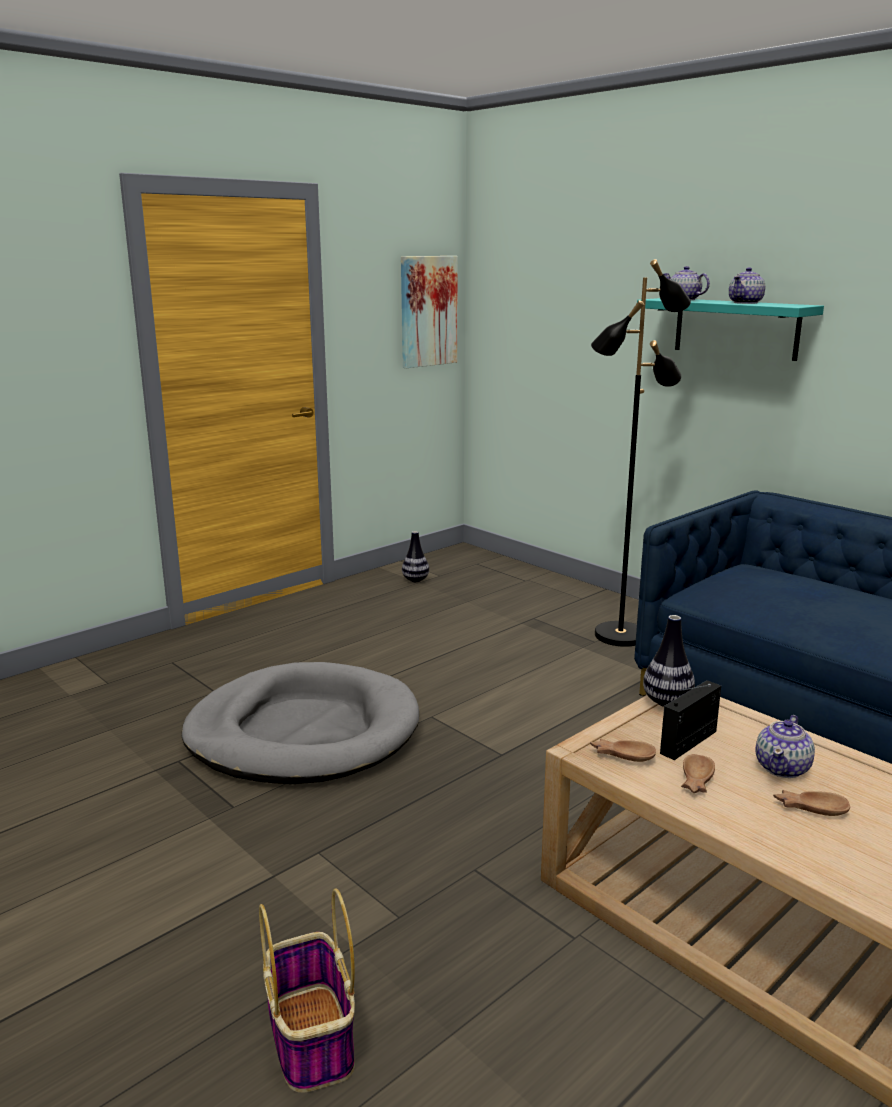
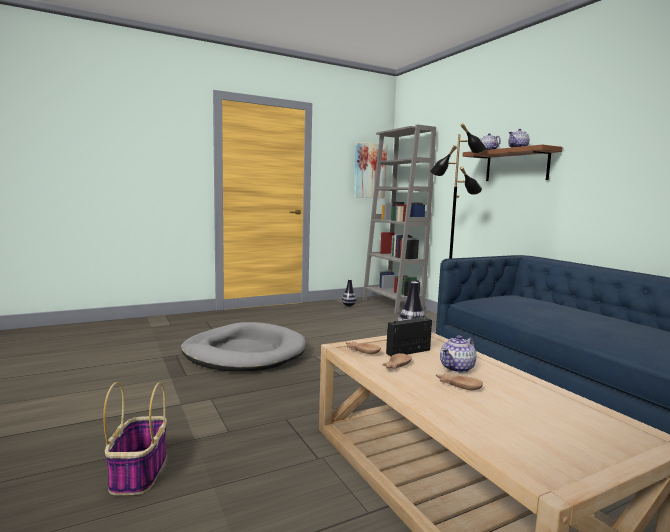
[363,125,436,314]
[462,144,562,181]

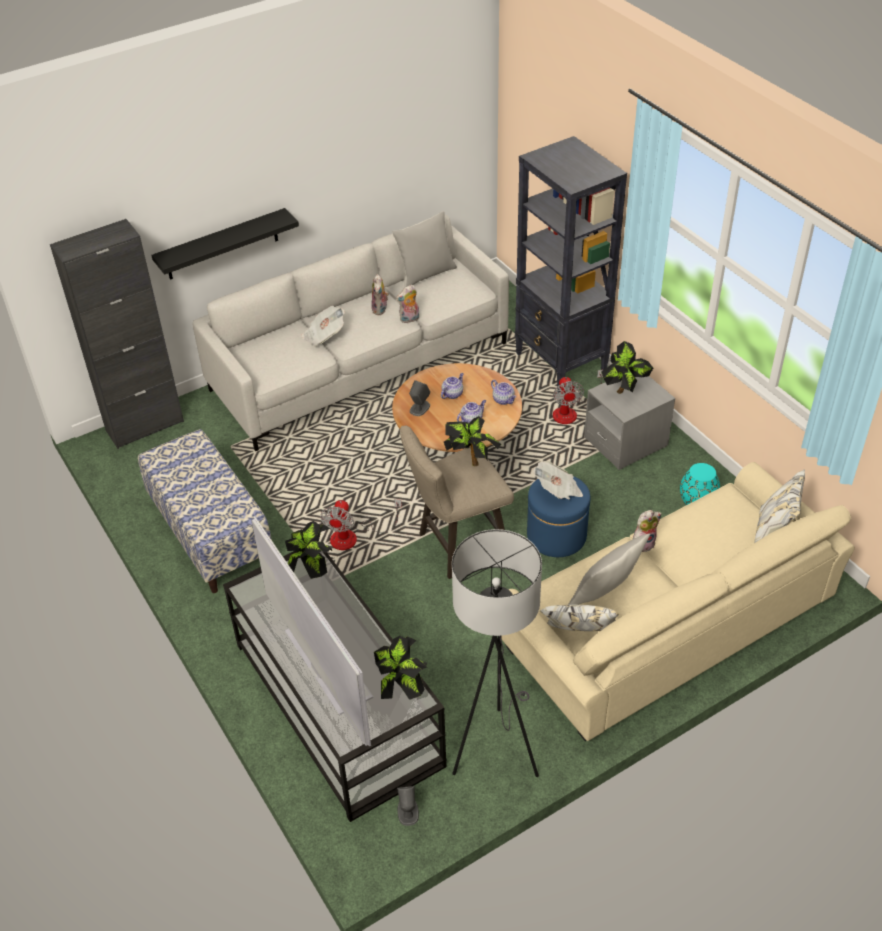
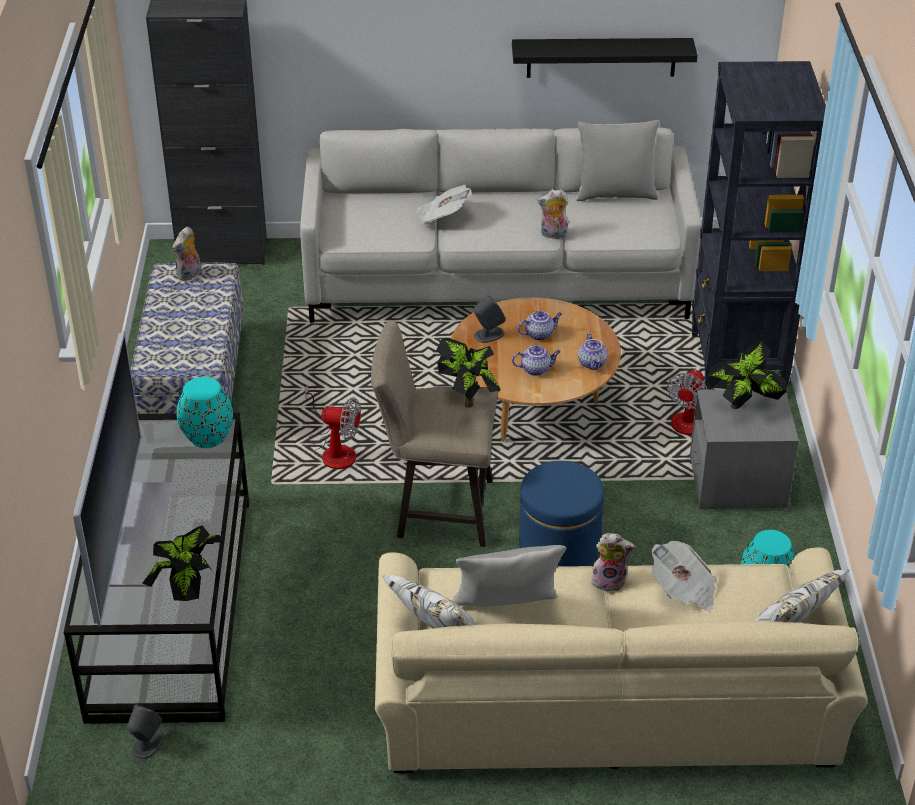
[172,227,201,281]
[176,377,233,448]
[305,384,361,469]
[512,38,698,78]
[652,541,717,611]
[452,529,542,777] (first image)

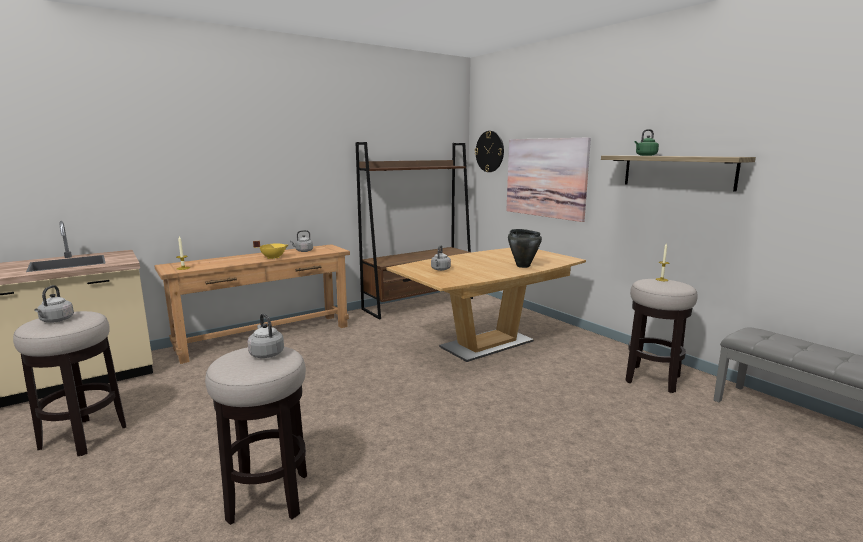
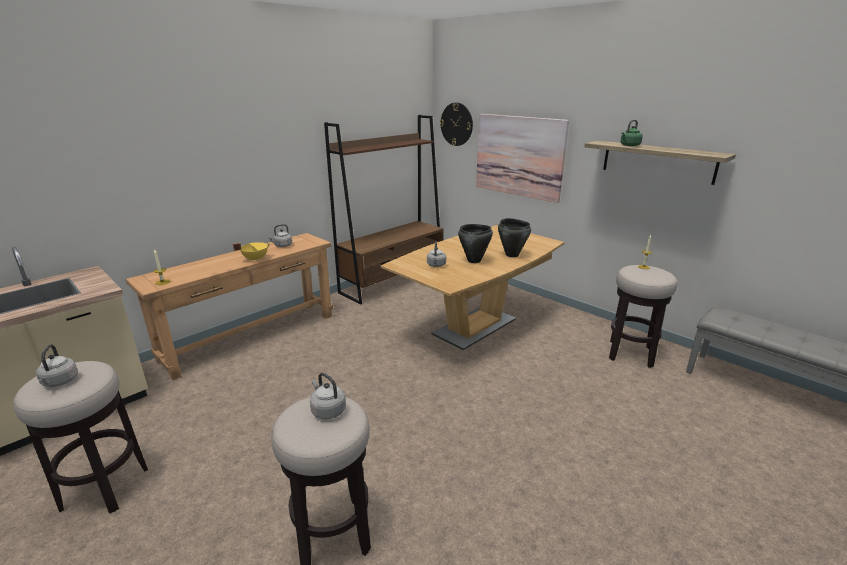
[458,224,493,263]

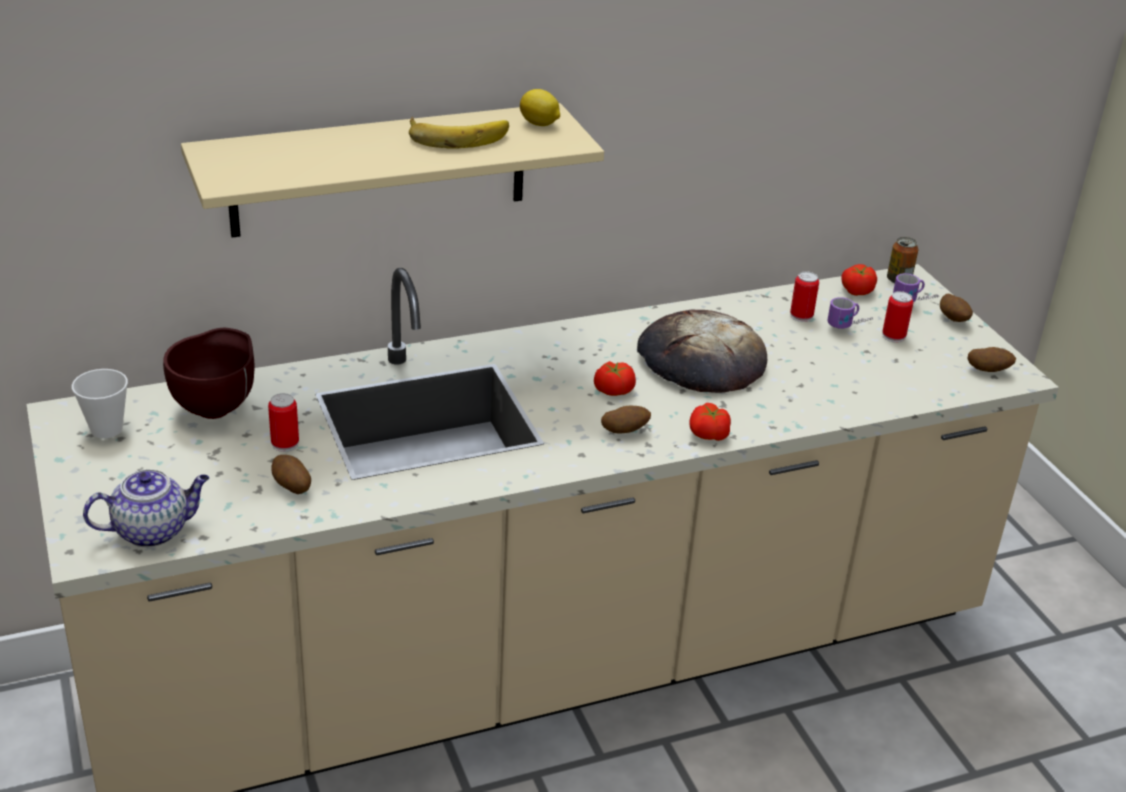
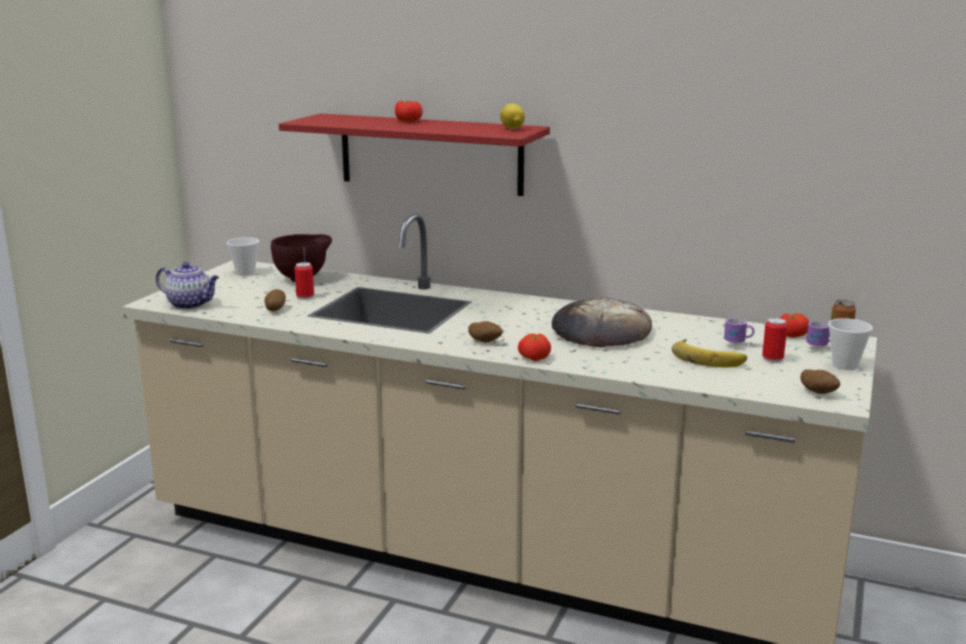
[279,114,550,196]
[395,101,423,122]
[672,339,747,367]
[828,318,873,370]
[790,271,819,322] (first image)

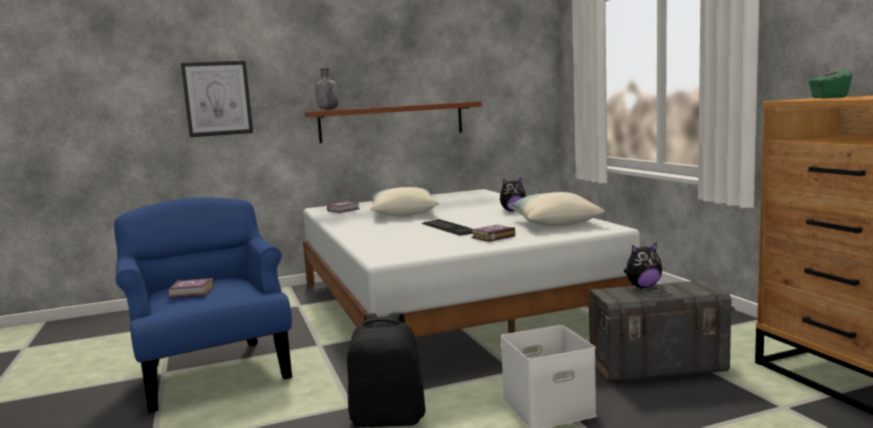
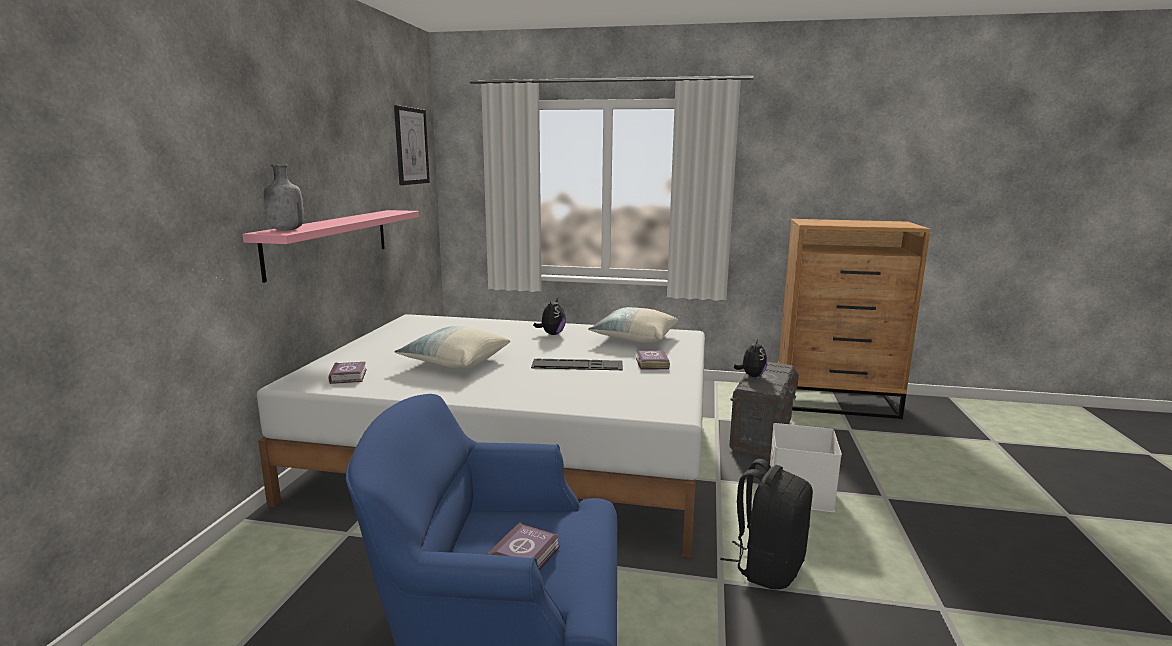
[243,210,419,283]
[394,105,430,185]
[808,64,852,98] (first image)

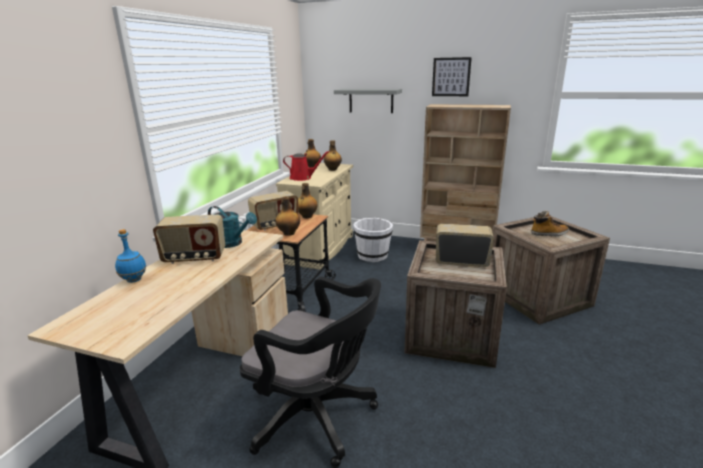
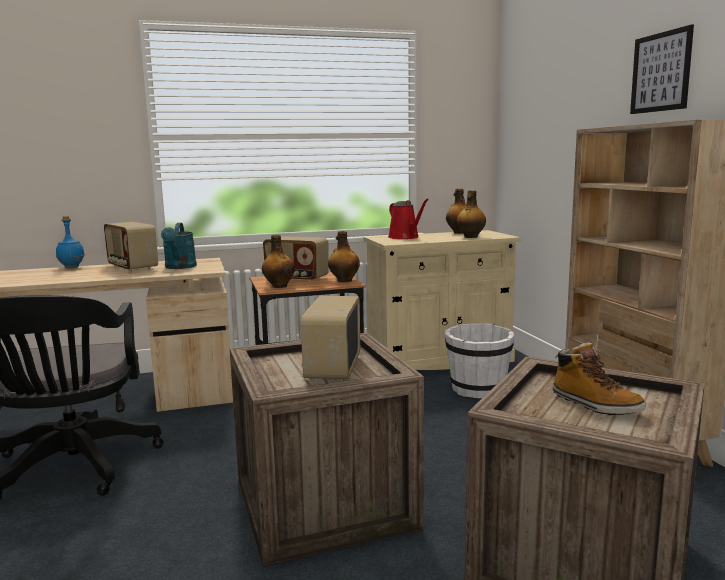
[301,296,360,381]
[334,89,402,113] (first image)

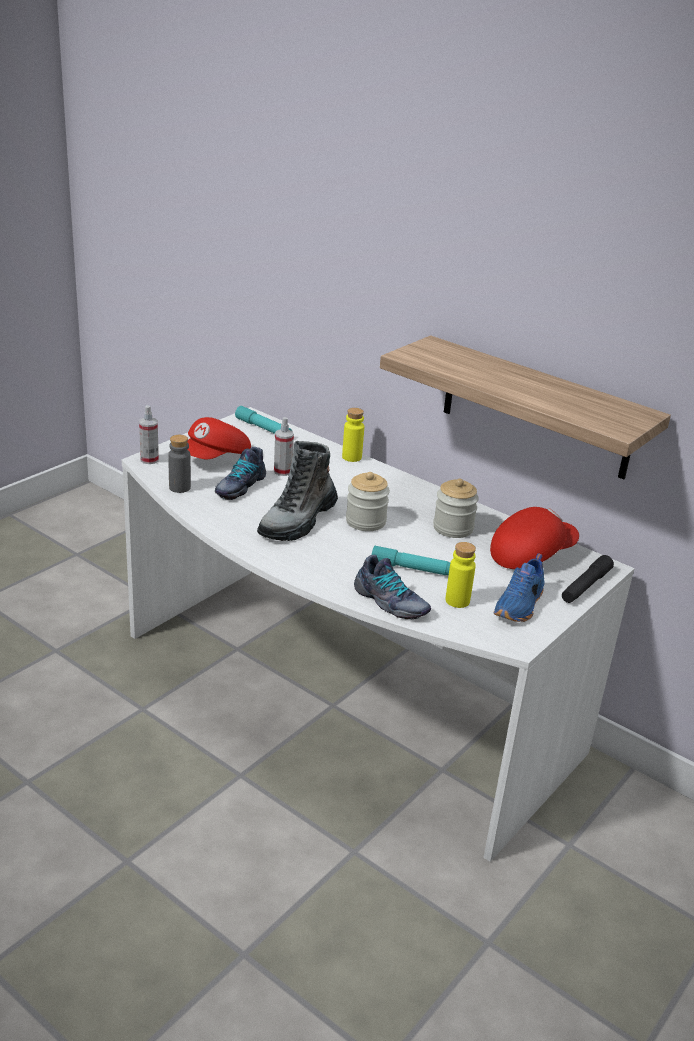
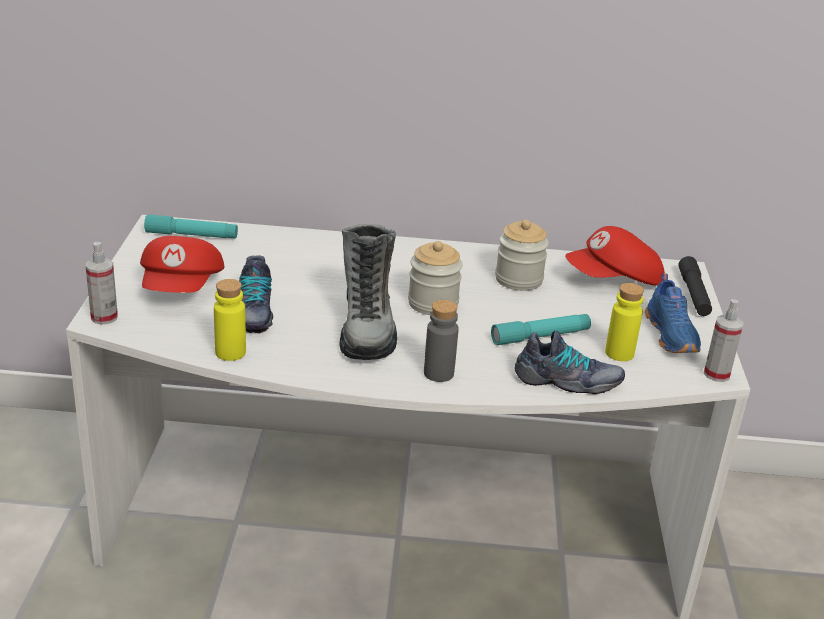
[214,279,246,361]
[424,300,458,382]
[565,226,665,285]
[704,299,744,382]
[380,335,671,479] (first image)

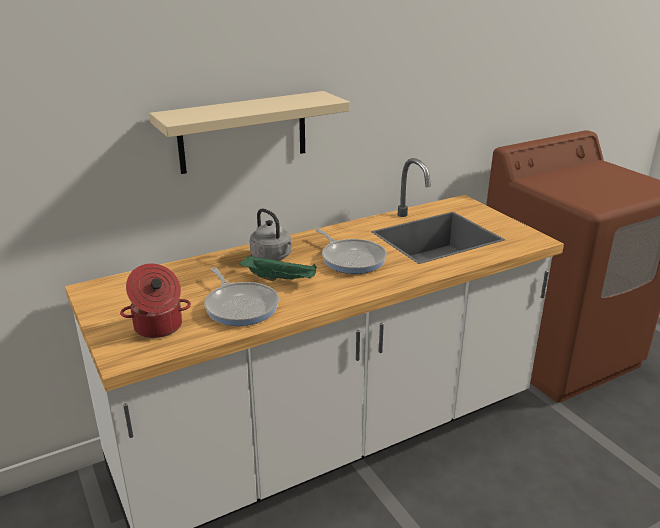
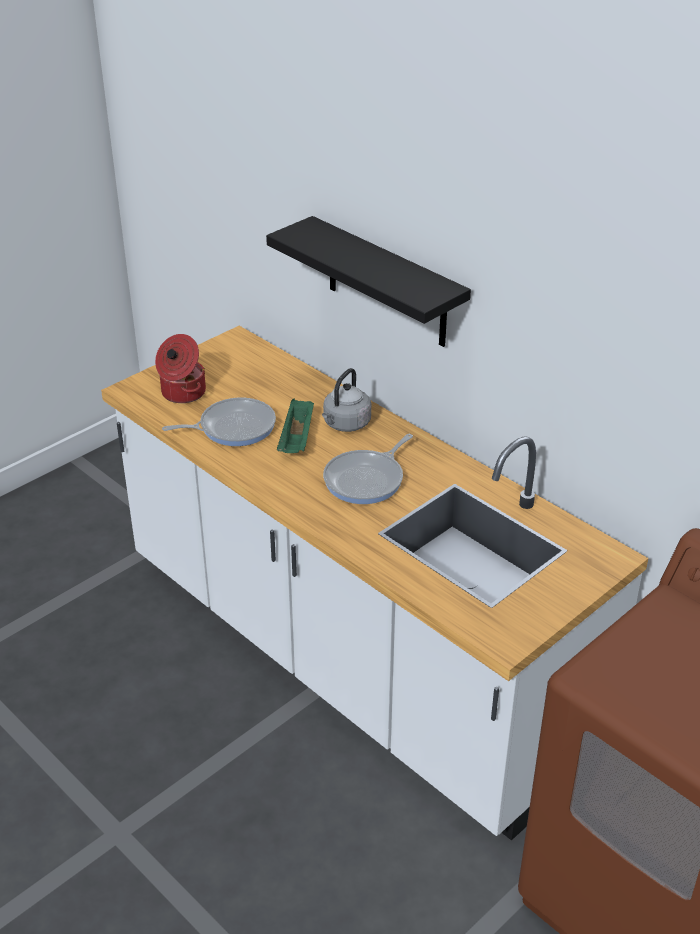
[162,398,276,446]
[266,216,471,347]

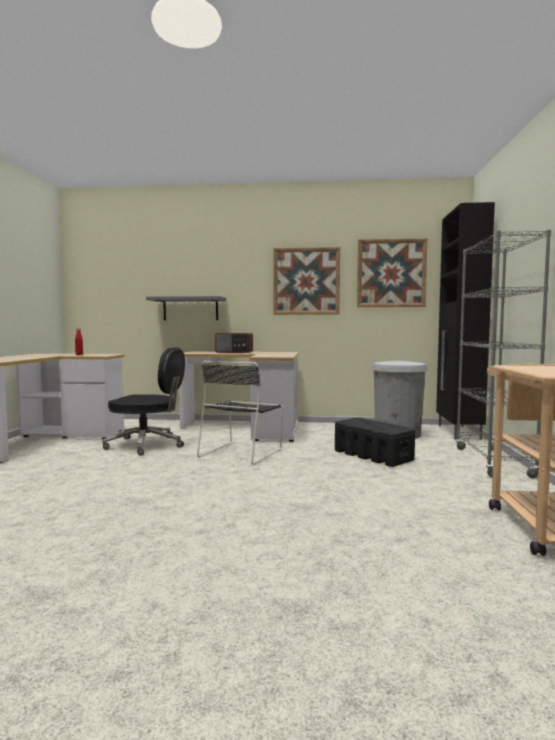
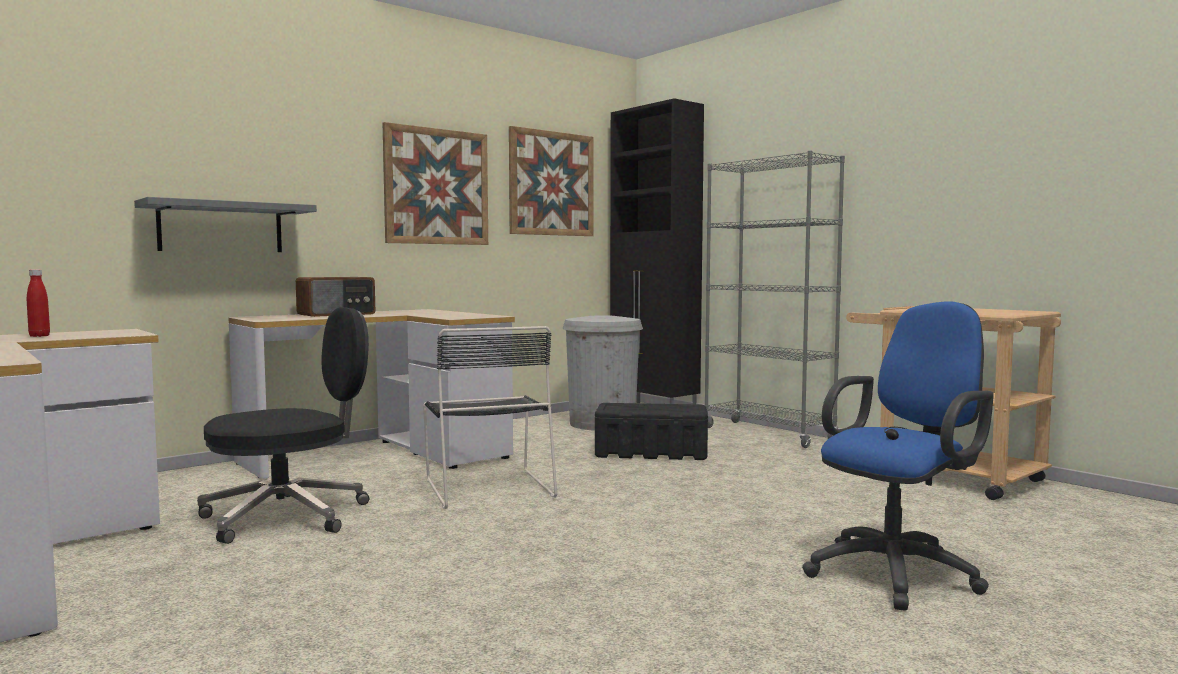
[802,302,994,611]

